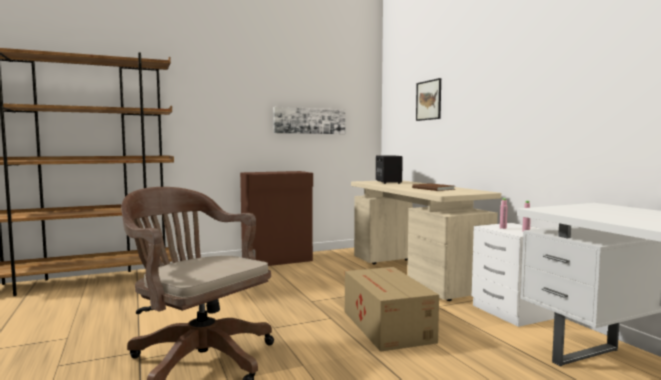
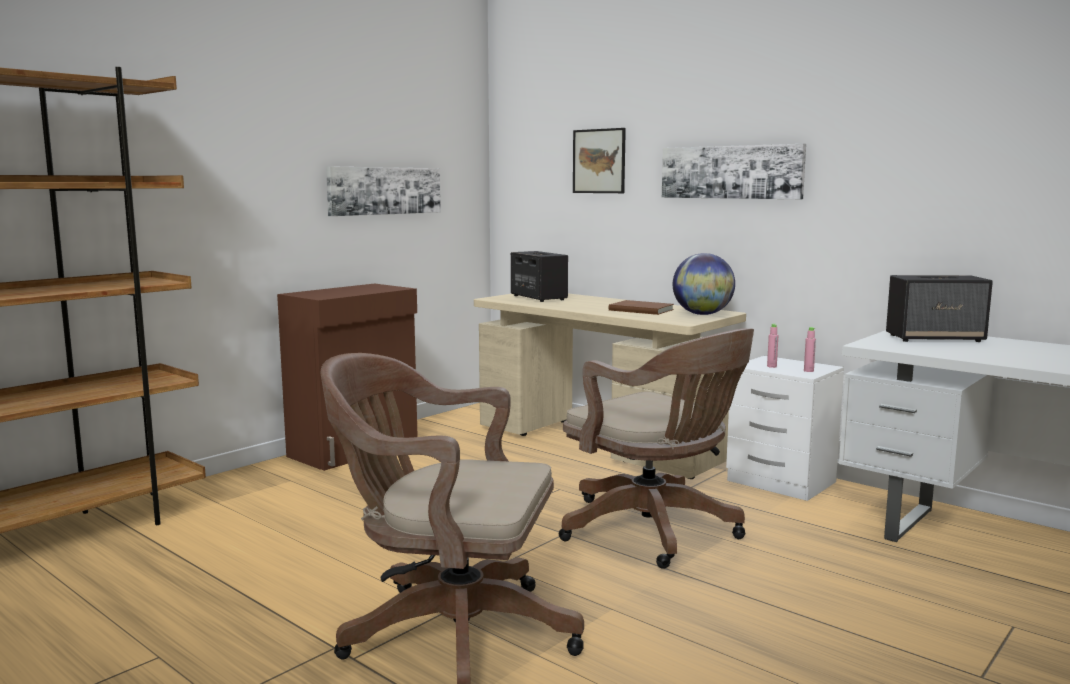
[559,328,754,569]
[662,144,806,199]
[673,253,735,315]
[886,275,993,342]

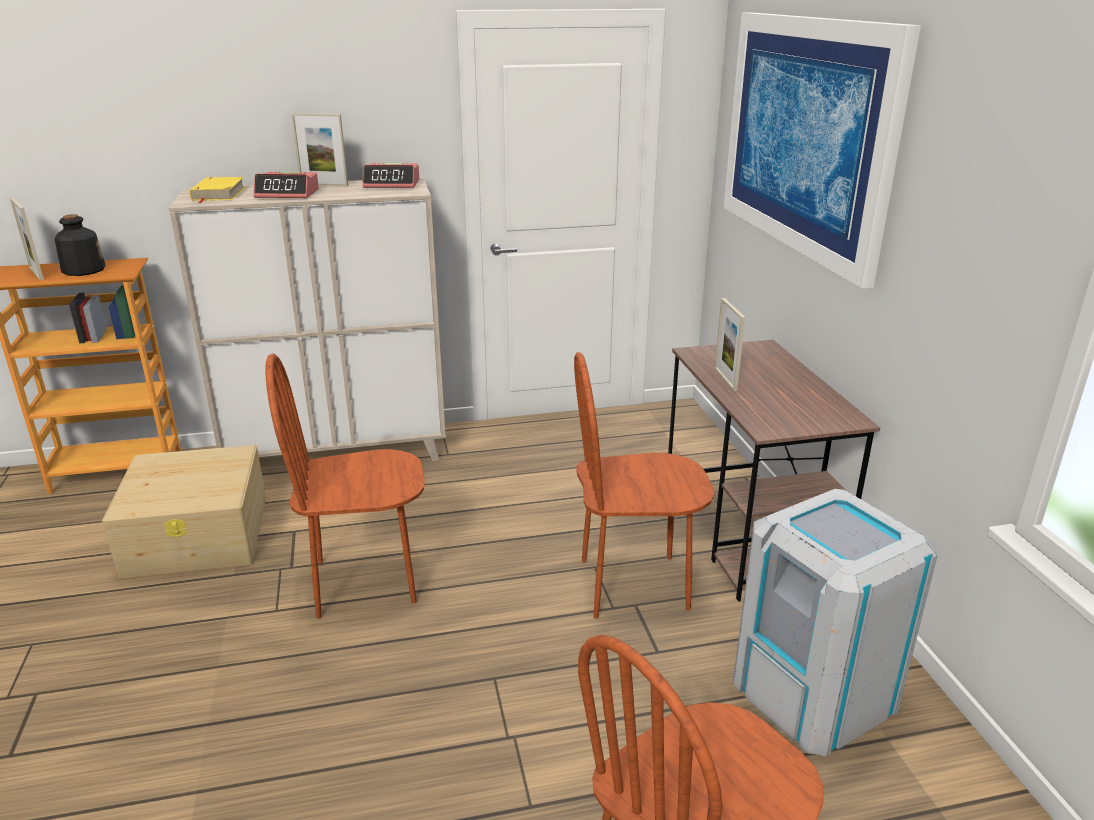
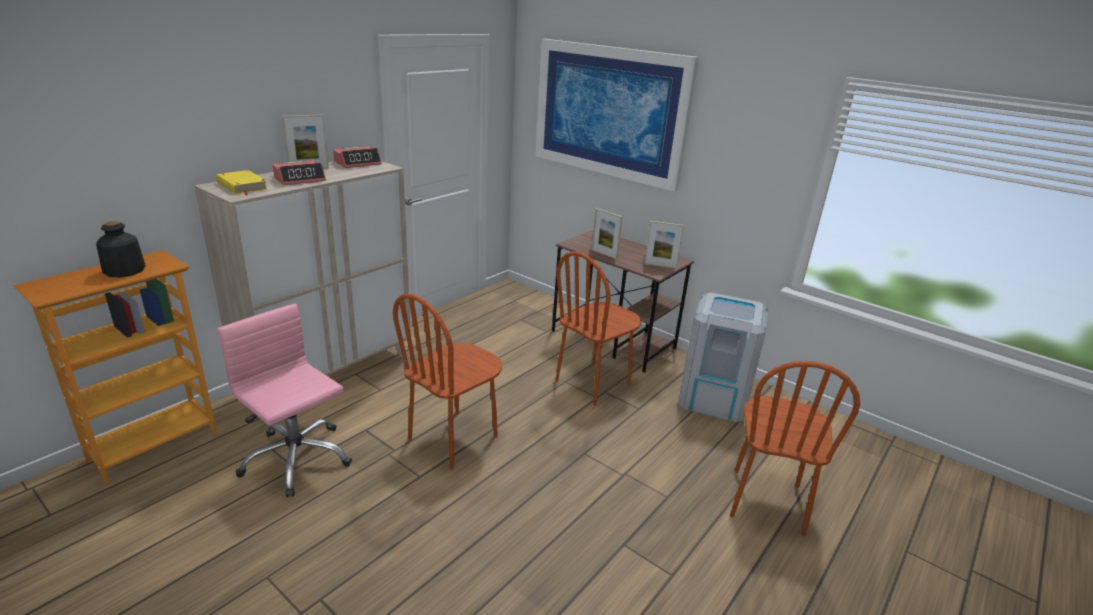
[217,303,352,497]
[644,221,684,269]

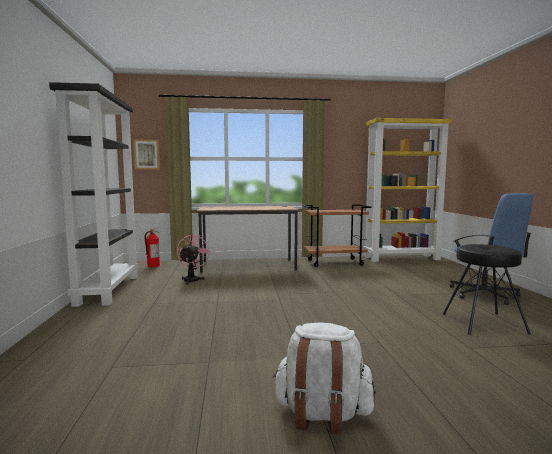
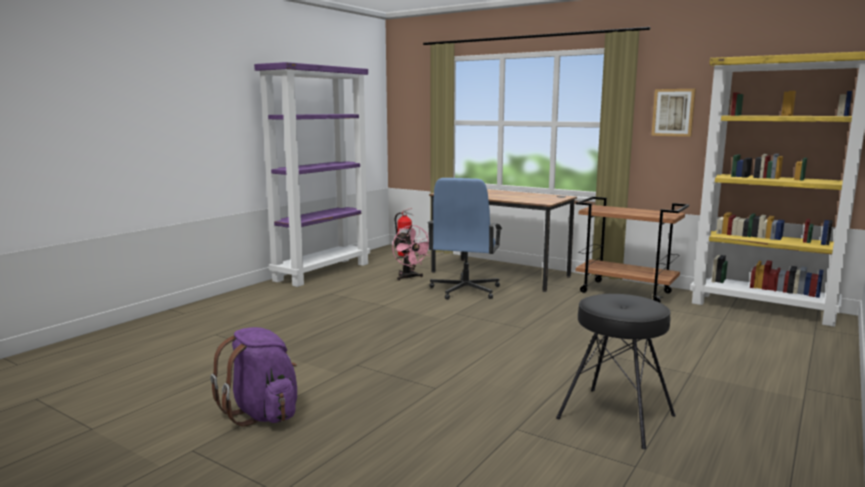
[210,327,297,427]
[254,62,370,287]
[392,225,430,281]
[427,178,502,300]
[651,89,696,137]

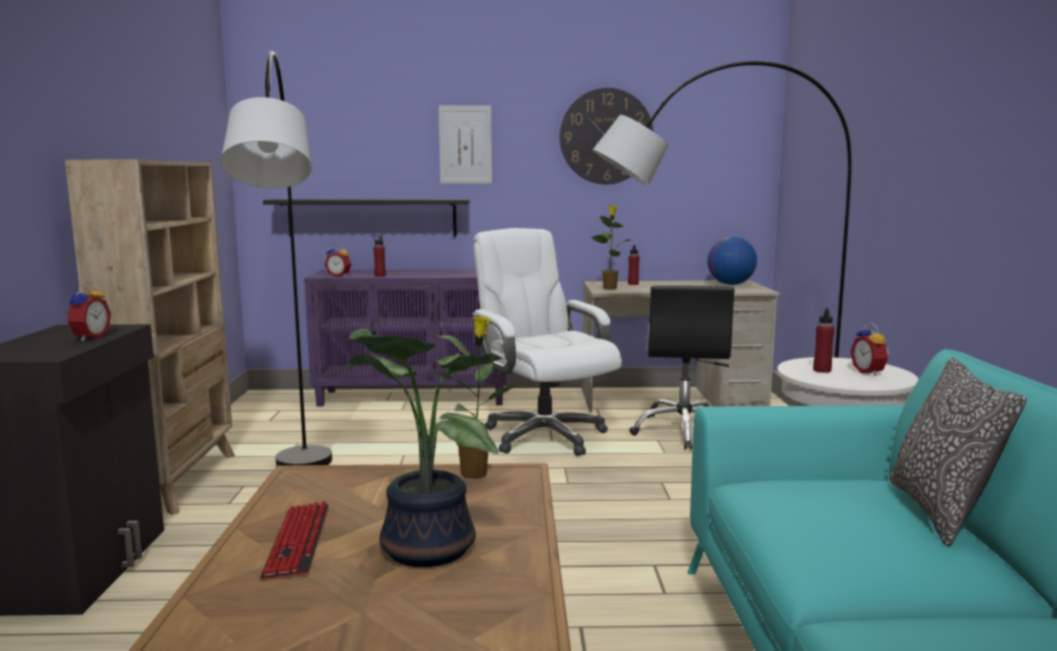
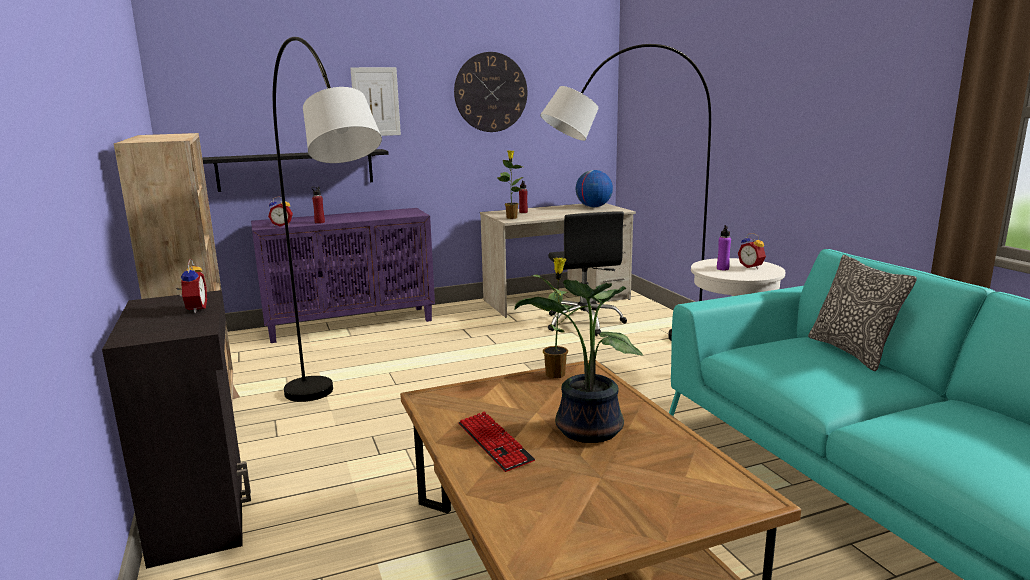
[717,225,731,270]
[472,228,622,456] (first image)

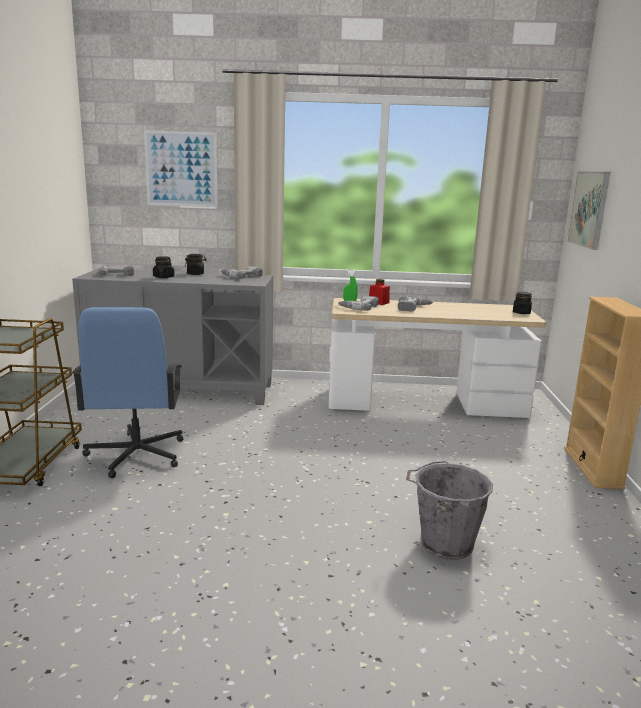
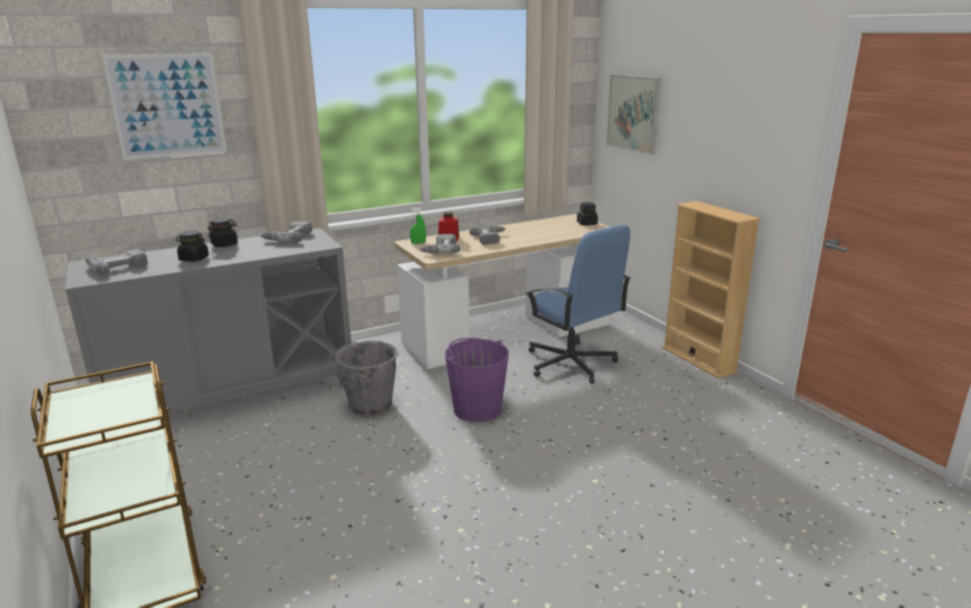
[327,341,398,417]
[445,338,509,422]
[526,224,631,384]

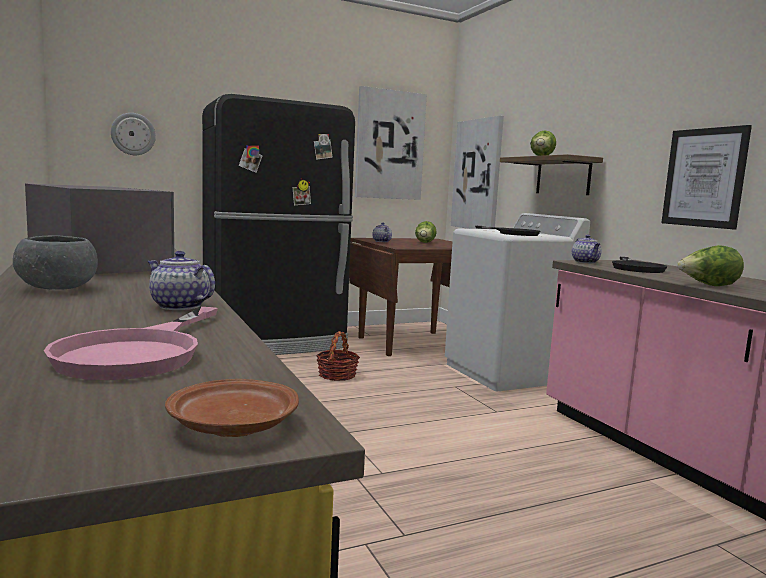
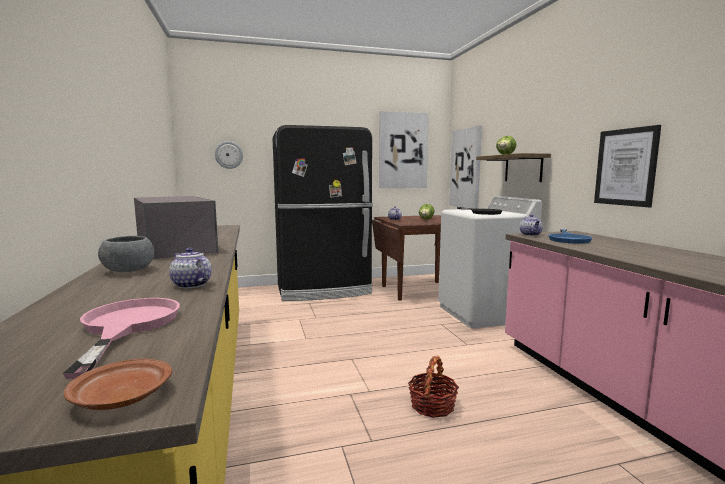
[63,298,180,379]
[408,356,459,418]
[548,229,592,244]
[677,245,744,286] (first image)

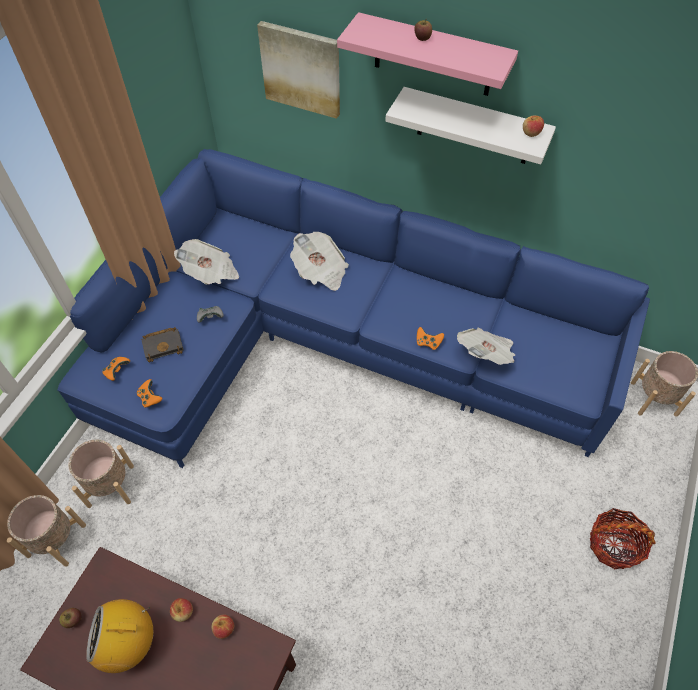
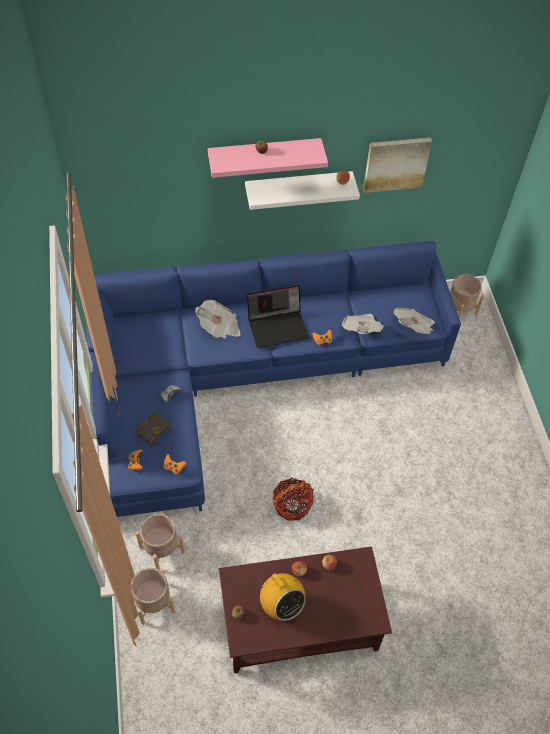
[247,285,309,348]
[259,573,305,621]
[272,478,314,521]
[363,137,432,193]
[394,308,435,334]

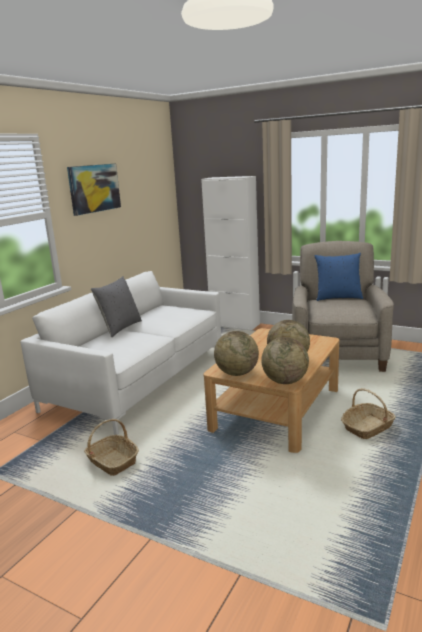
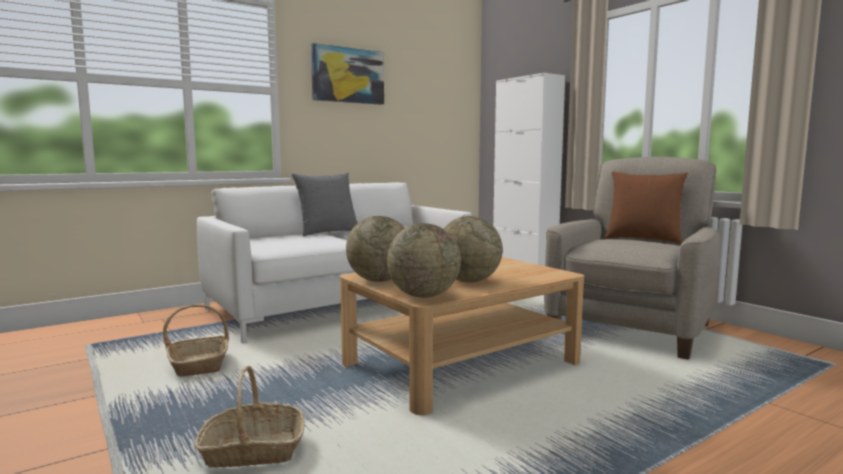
[195,366,304,468]
[605,171,688,244]

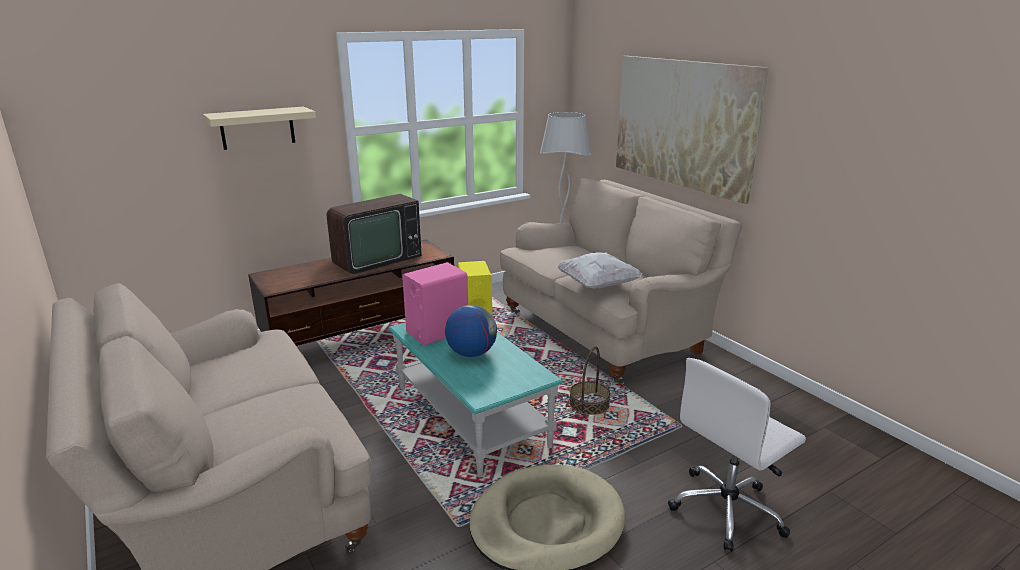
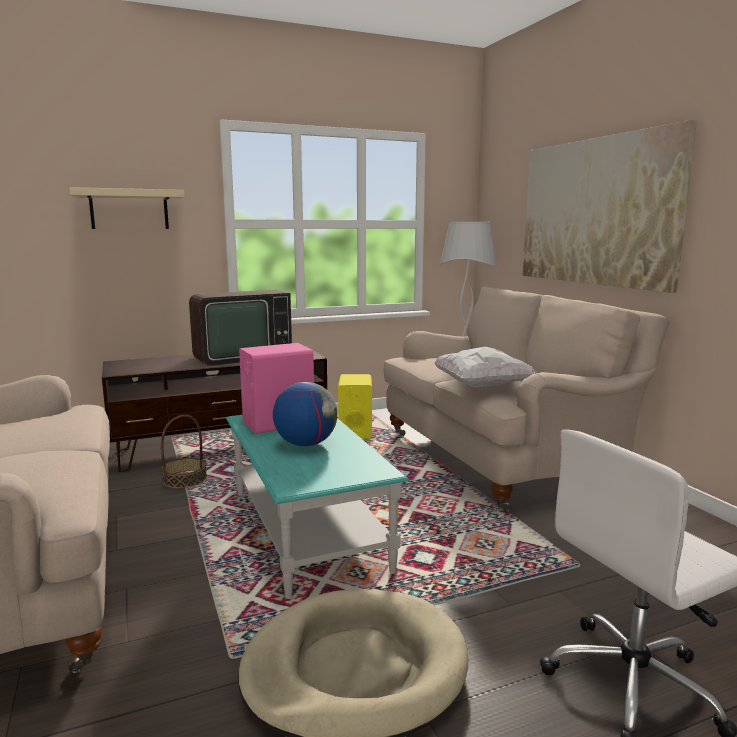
[161,415,207,489]

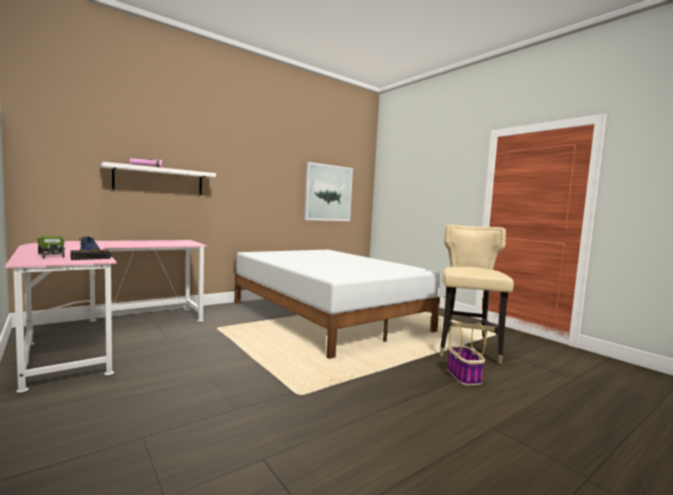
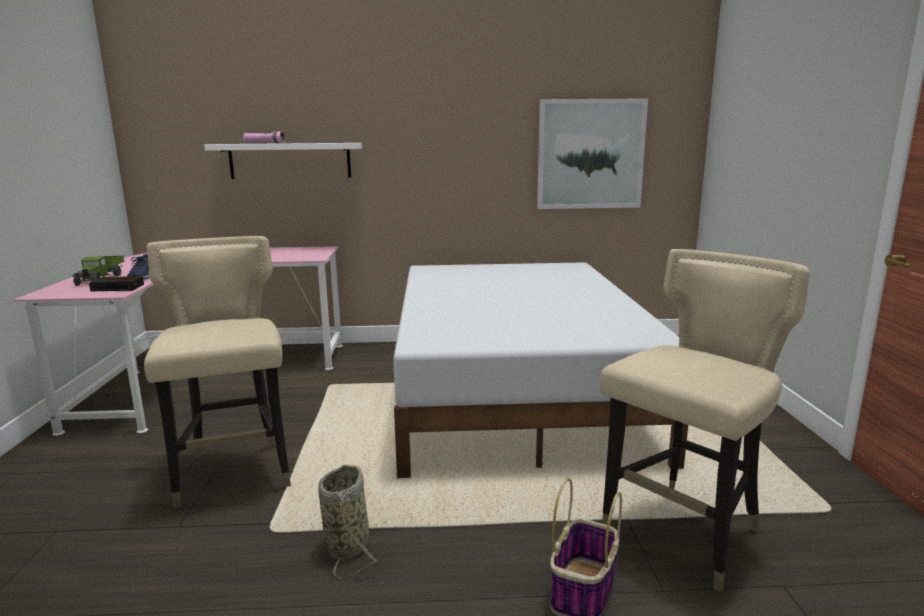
[144,236,291,508]
[318,464,377,578]

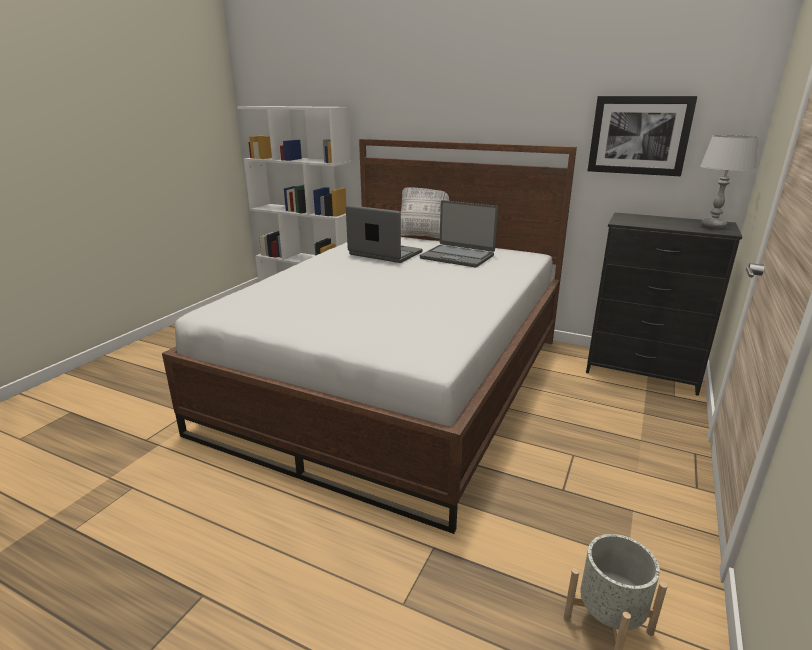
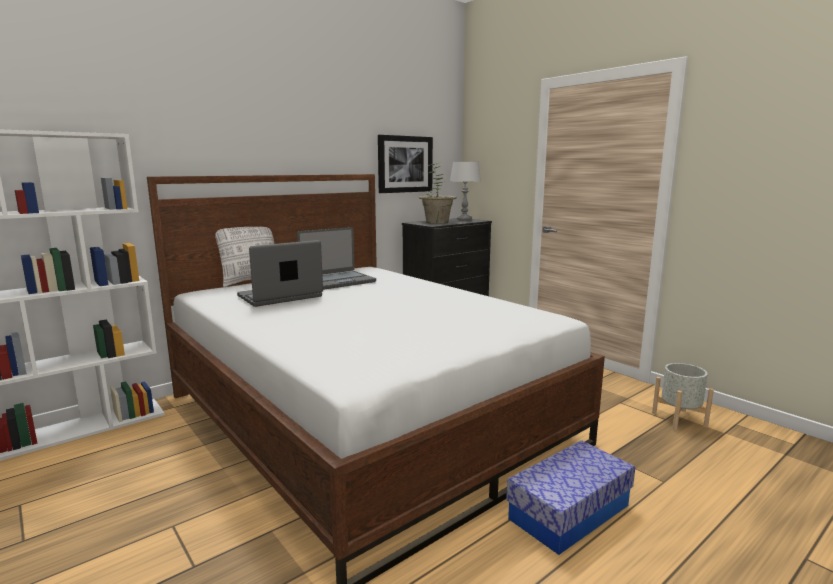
[419,162,457,224]
[506,440,635,555]

